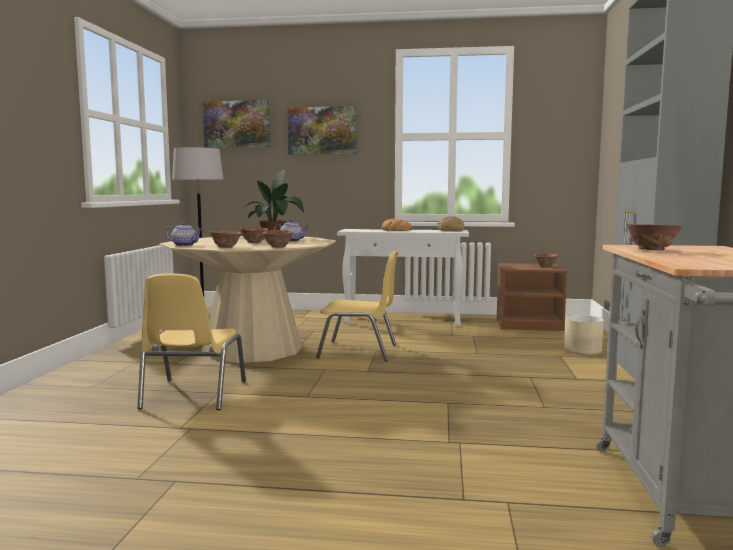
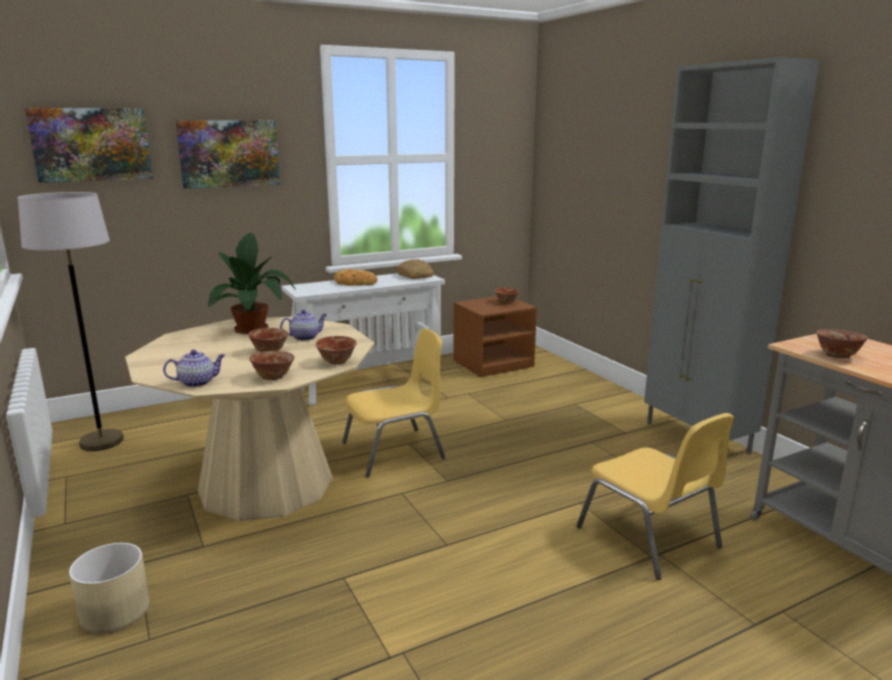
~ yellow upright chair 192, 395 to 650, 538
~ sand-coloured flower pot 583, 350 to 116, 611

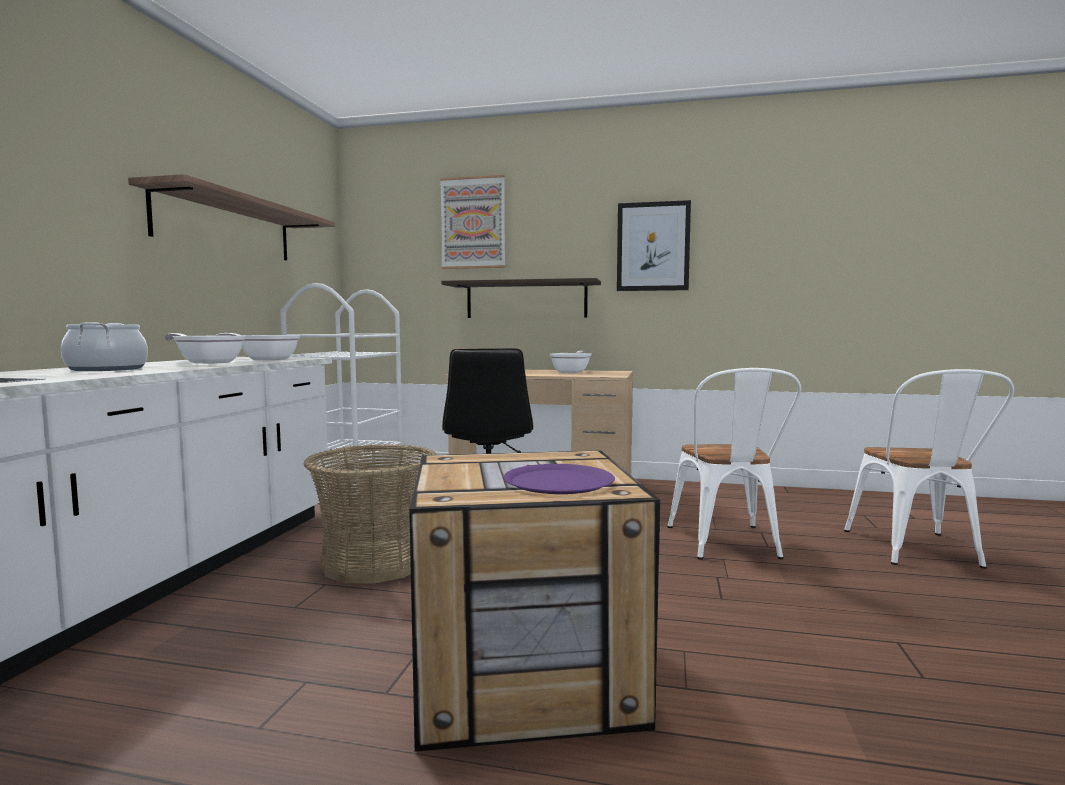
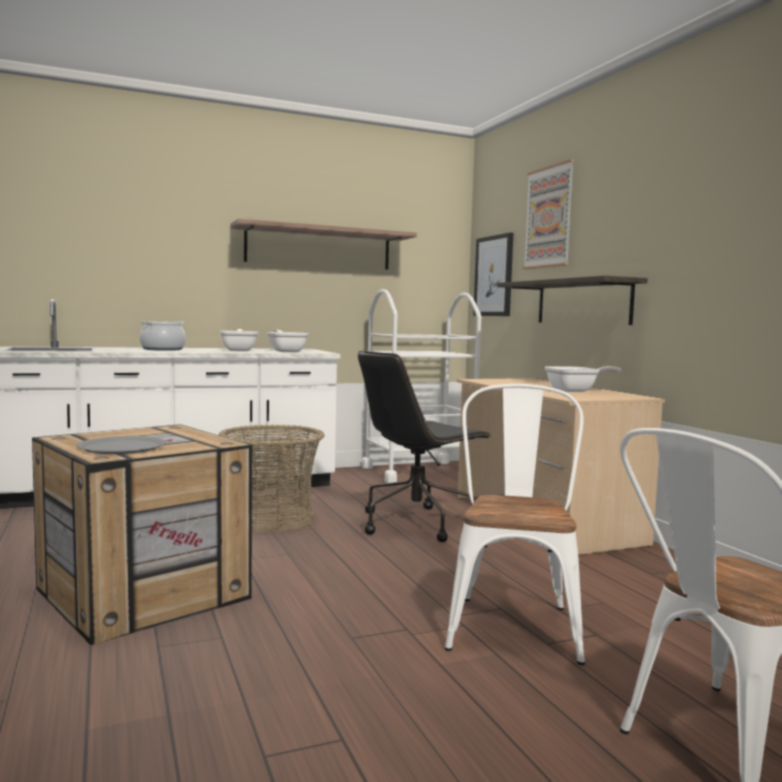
~ purple plate 558, 481 to greyish plate 122, 447
~ wall art 653, 247 to 494, 276
~ white-coloured upright chair 727, 545 = 513, 622 135 degrees clockwise

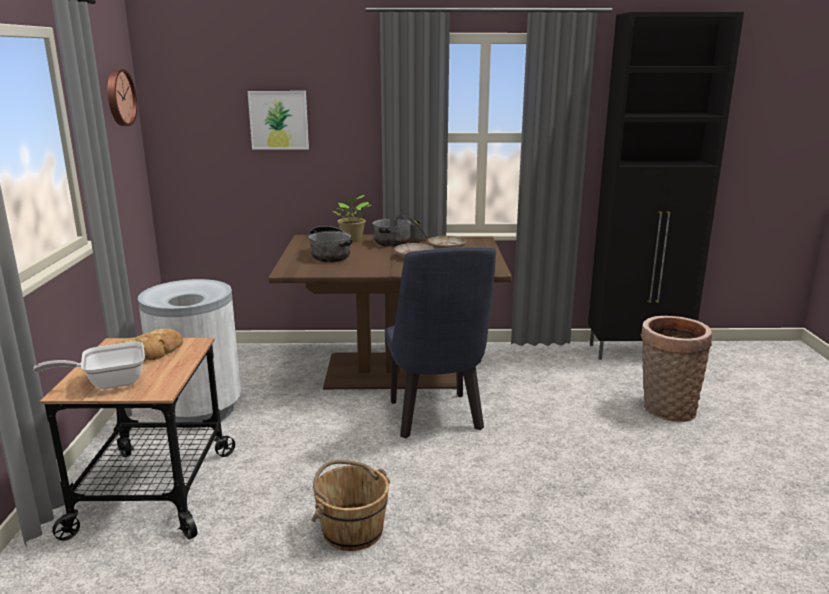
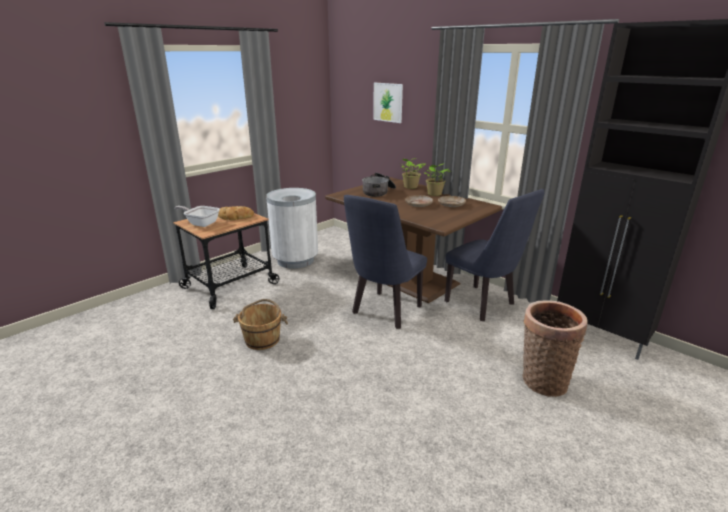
- clock on the wall 119, 97
~ saucepot 400, 241 to plant in a pot 434, 194
+ blue upright chair 484, 305

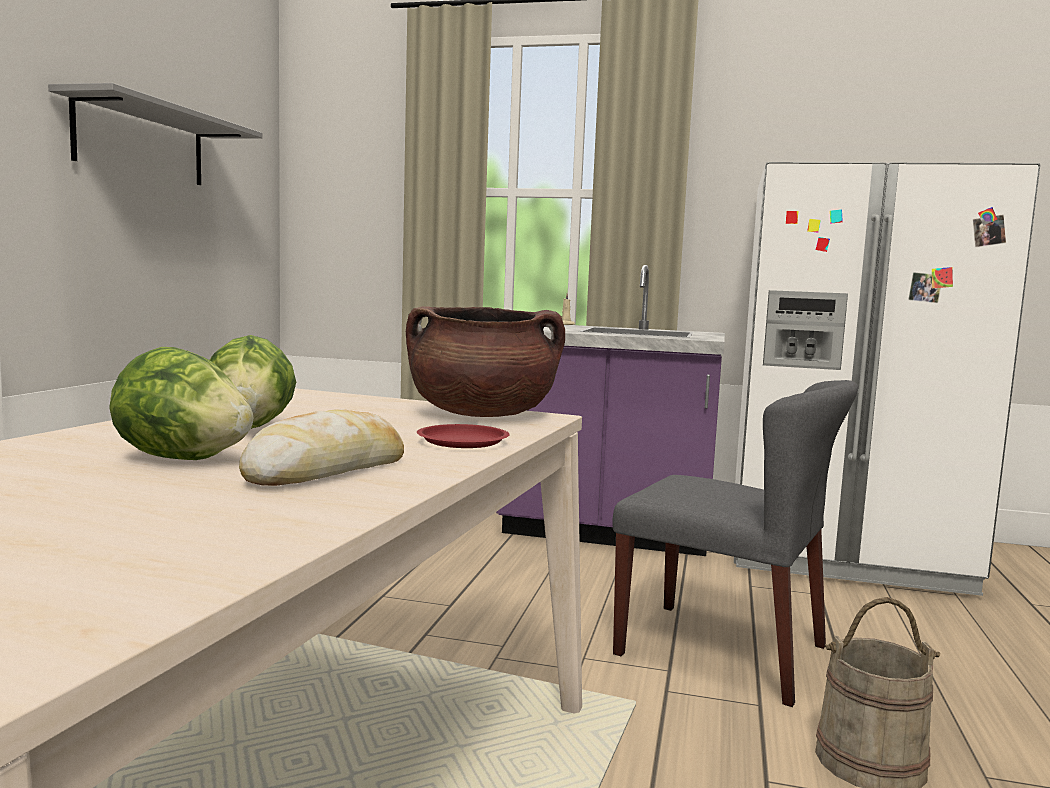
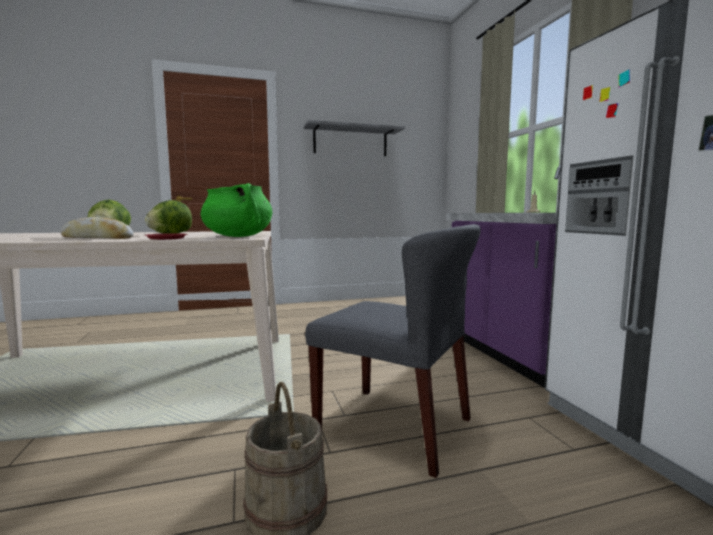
~ brownish saucepot 482, 415 to greenish saucepot 238, 236
~ greyish upright chair 723, 650 = 395, 426 60 degrees counterclockwise

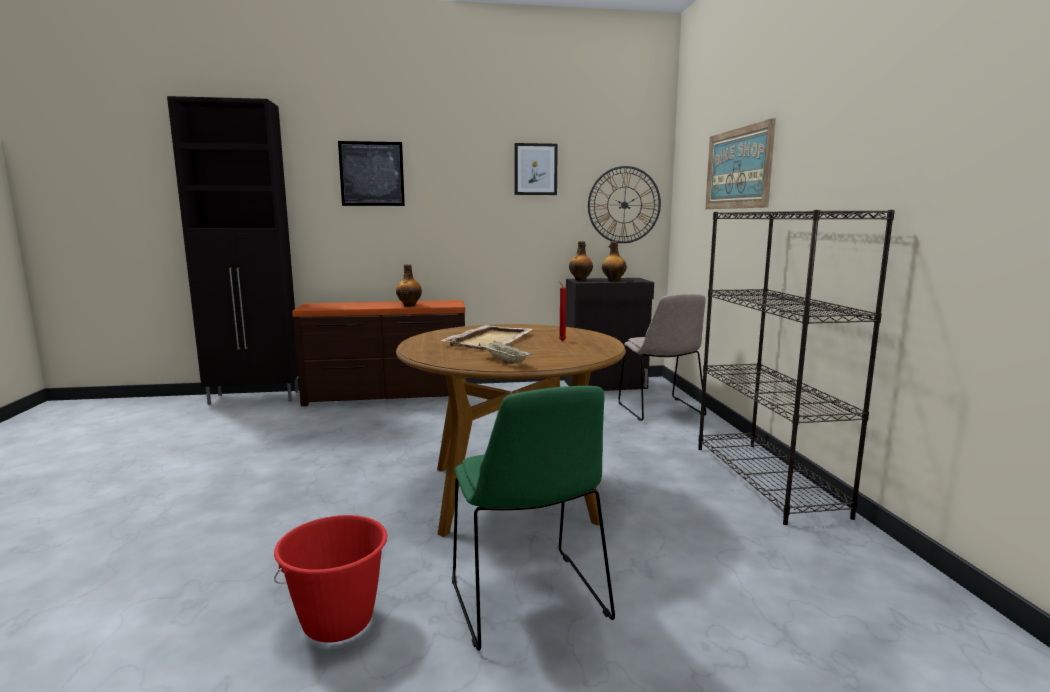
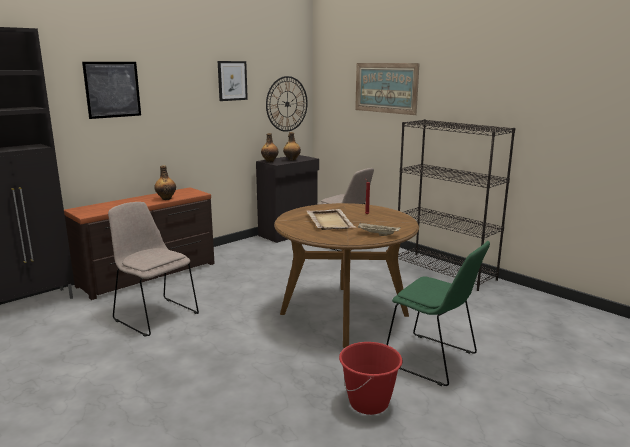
+ sand-coloured upright chair 155, 315

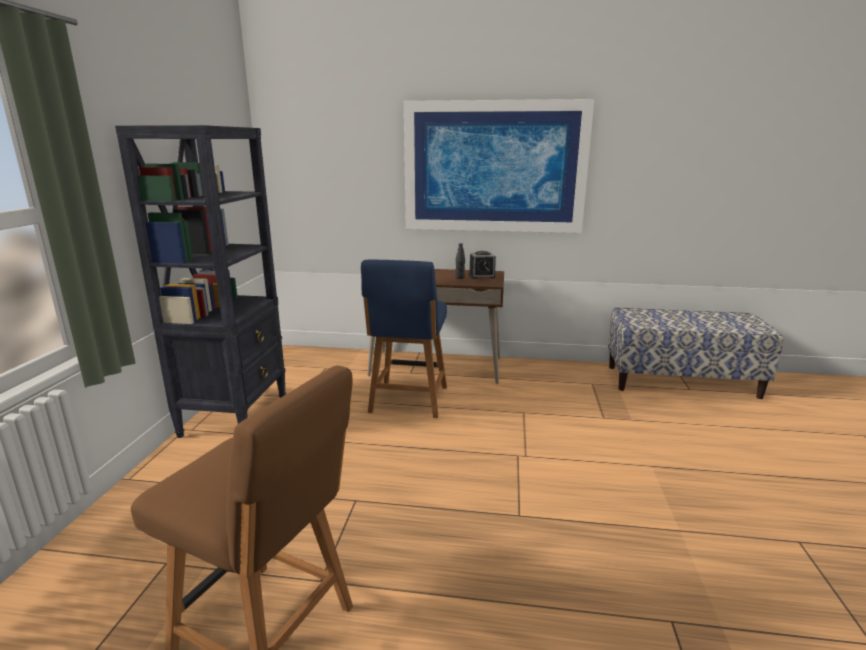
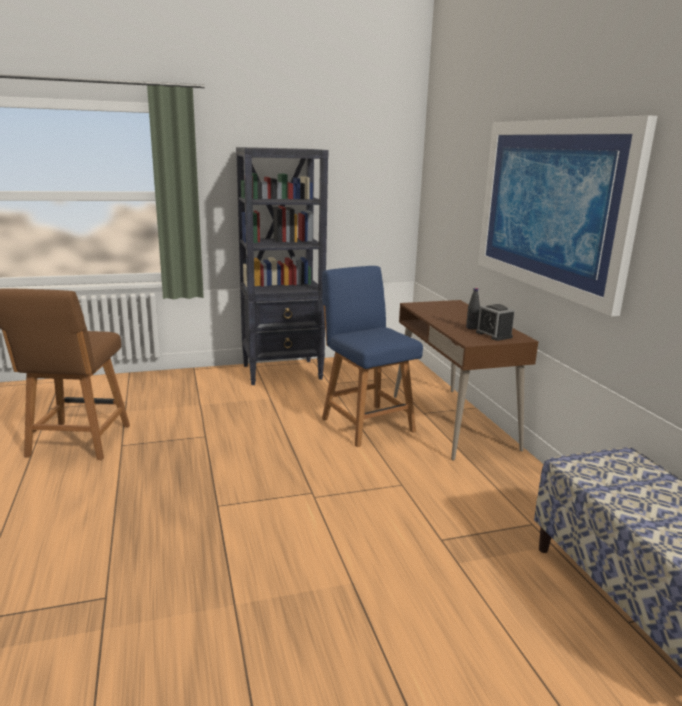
~ blue upright chair 408, 401 = 366, 423 75 degrees clockwise

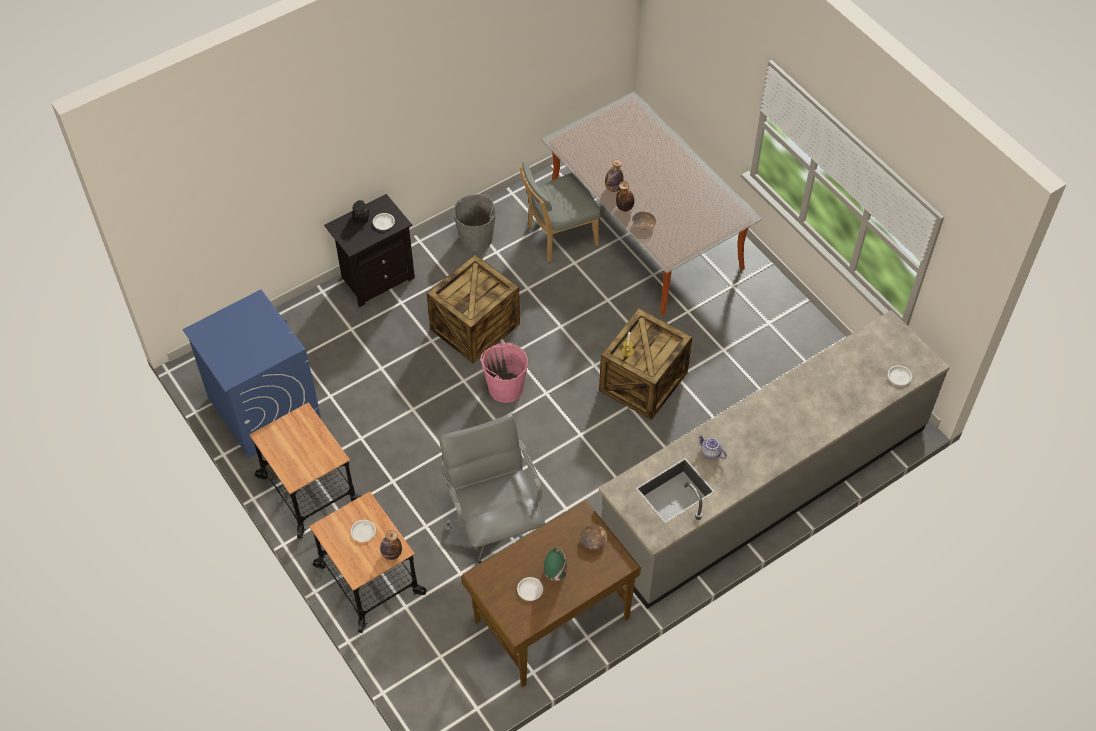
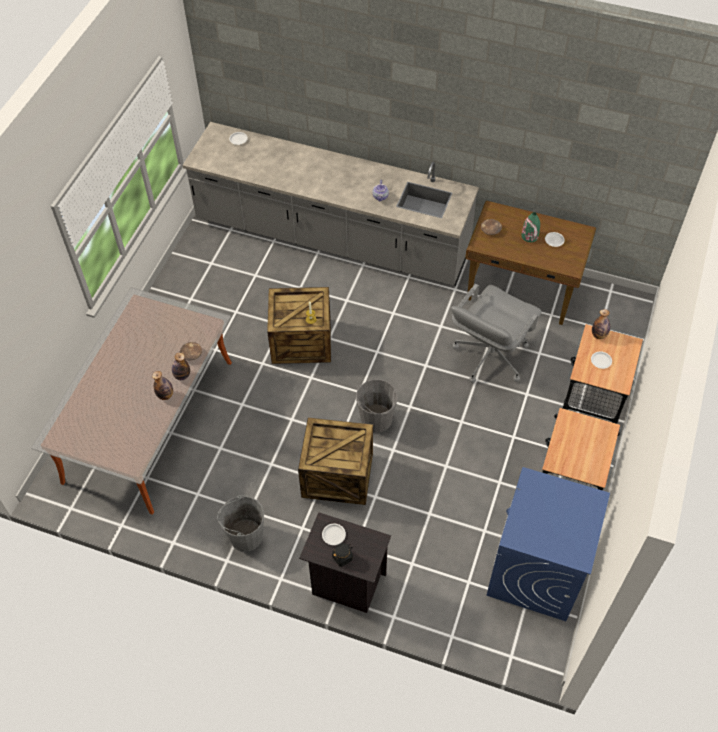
~ pink bucket 505, 388 to greyish bucket 376, 419
- greyish upright chair 559, 236

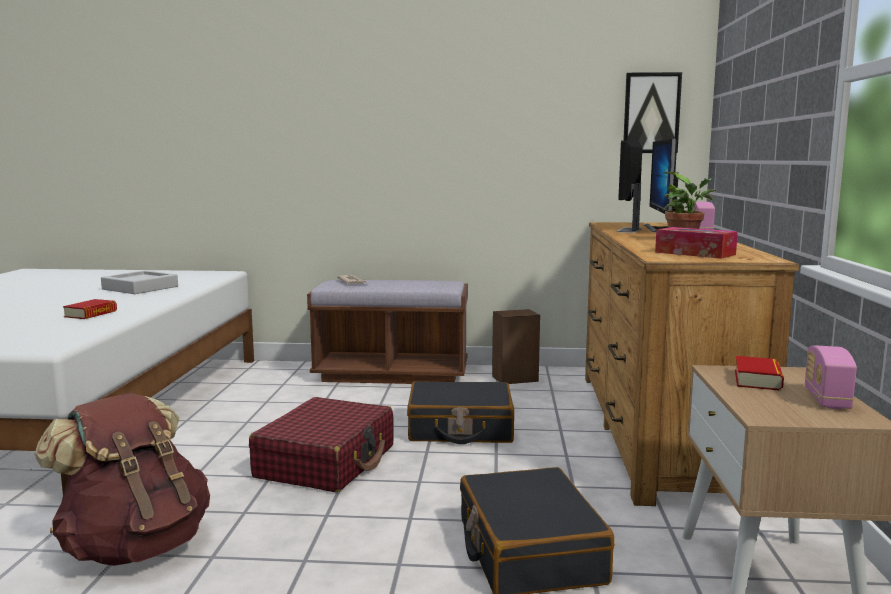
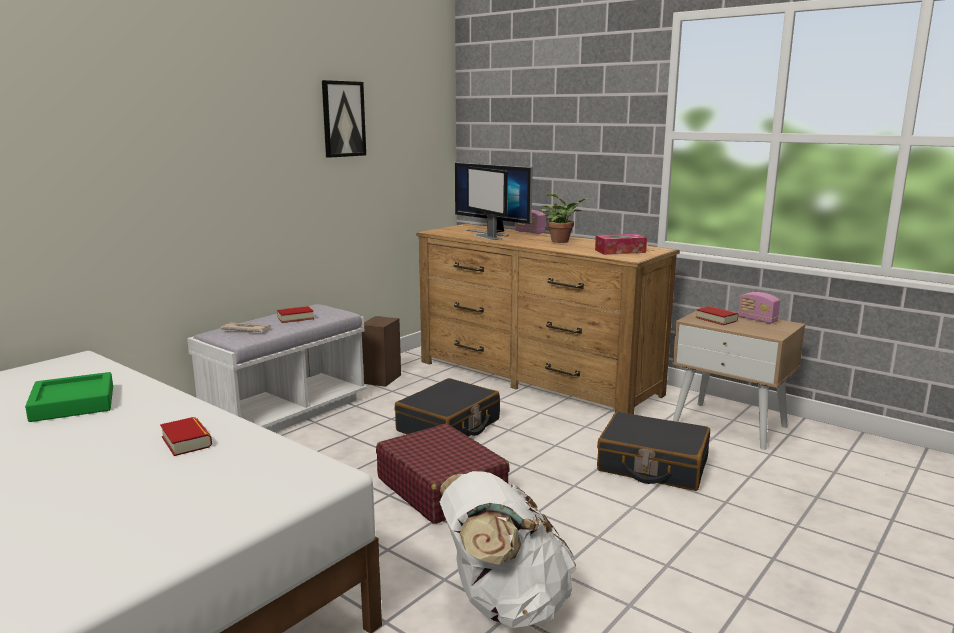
~ brownish rucksack 135, 546 to white-coloured rucksack 504, 605
~ greyish serving tray 140, 288 to greenish serving tray 73, 403
~ brownish indoor bench 392, 374 to white-coloured indoor bench 286, 412
~ wall art 651, 113 to 343, 119
+ book 295, 318

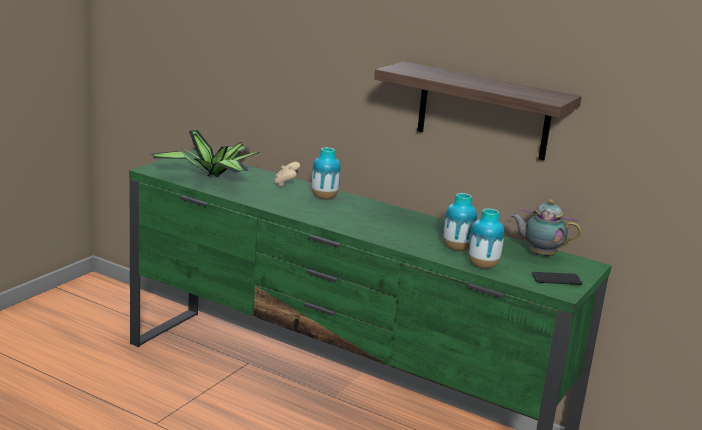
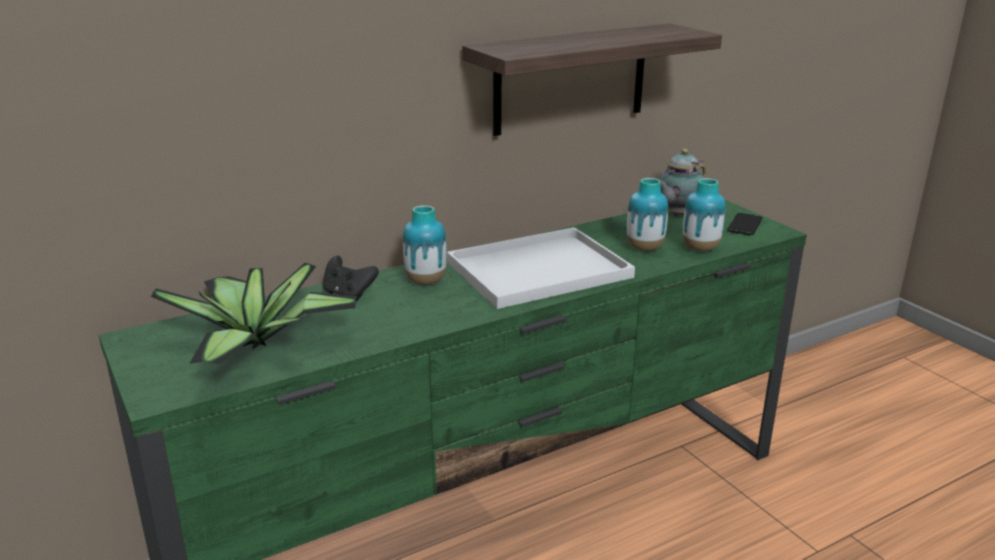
~ sand-coloured gamepad 286, 184 to black gamepad 348, 294
+ white-coloured serving tray 540, 268

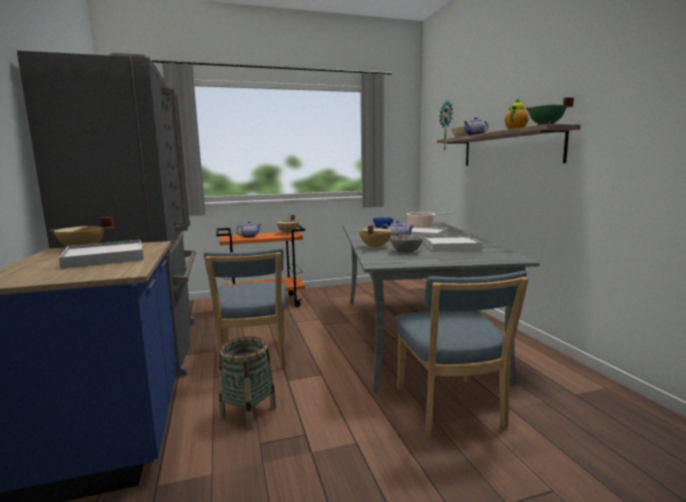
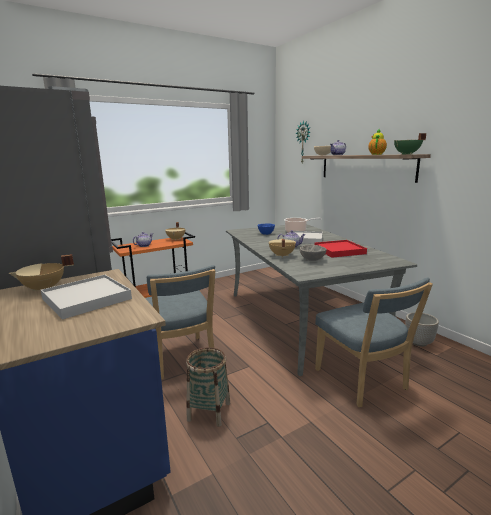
~ white-coloured serving tray 451, 246 to reddish serving tray 339, 251
+ flower pot 419, 342

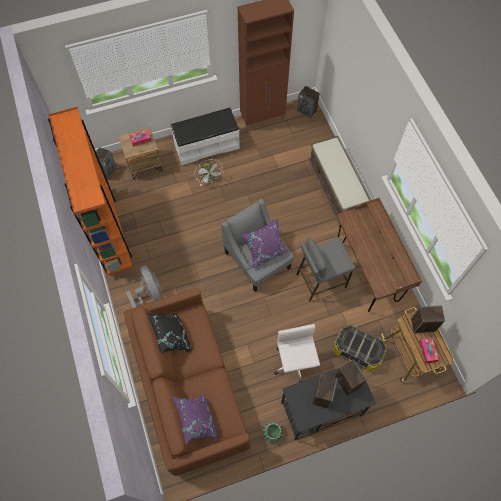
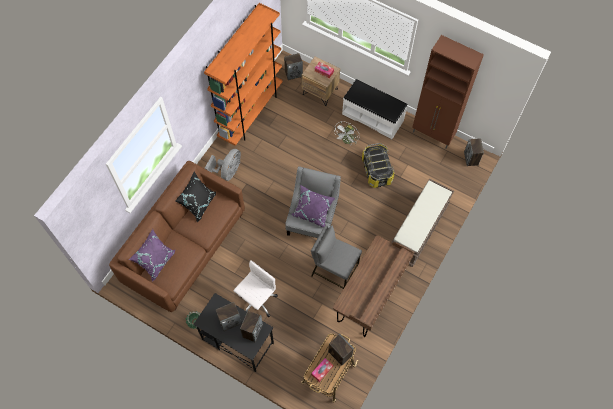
~ storage bin 357, 351 to 377, 170

